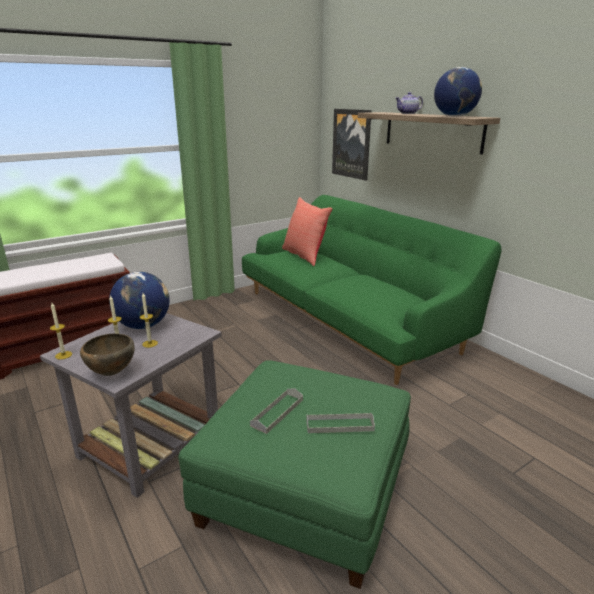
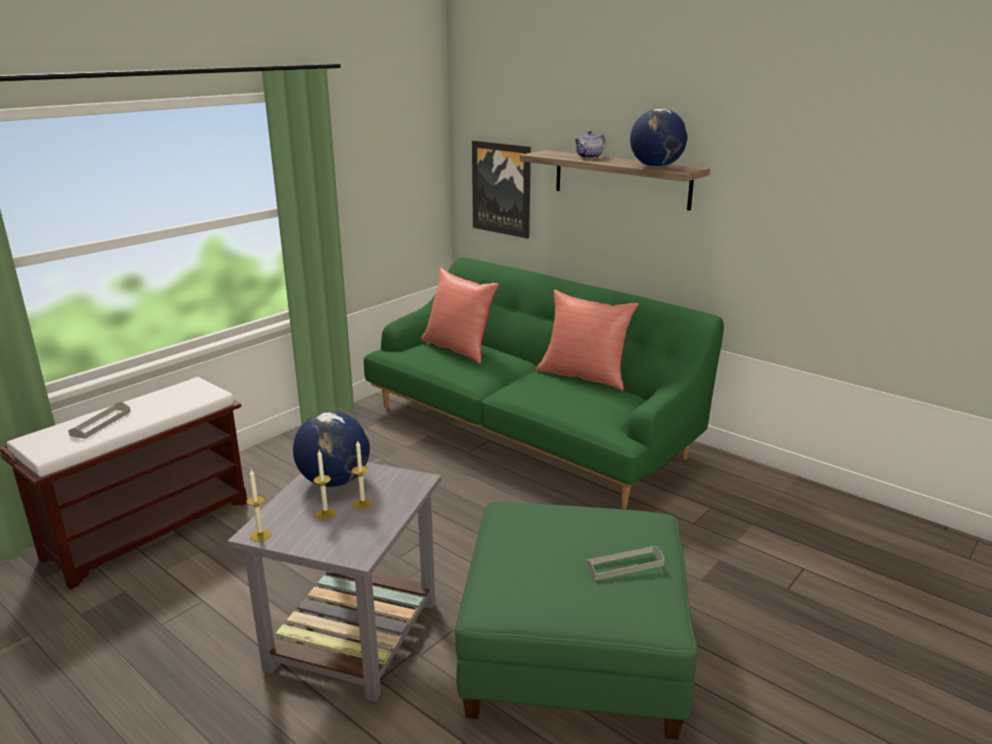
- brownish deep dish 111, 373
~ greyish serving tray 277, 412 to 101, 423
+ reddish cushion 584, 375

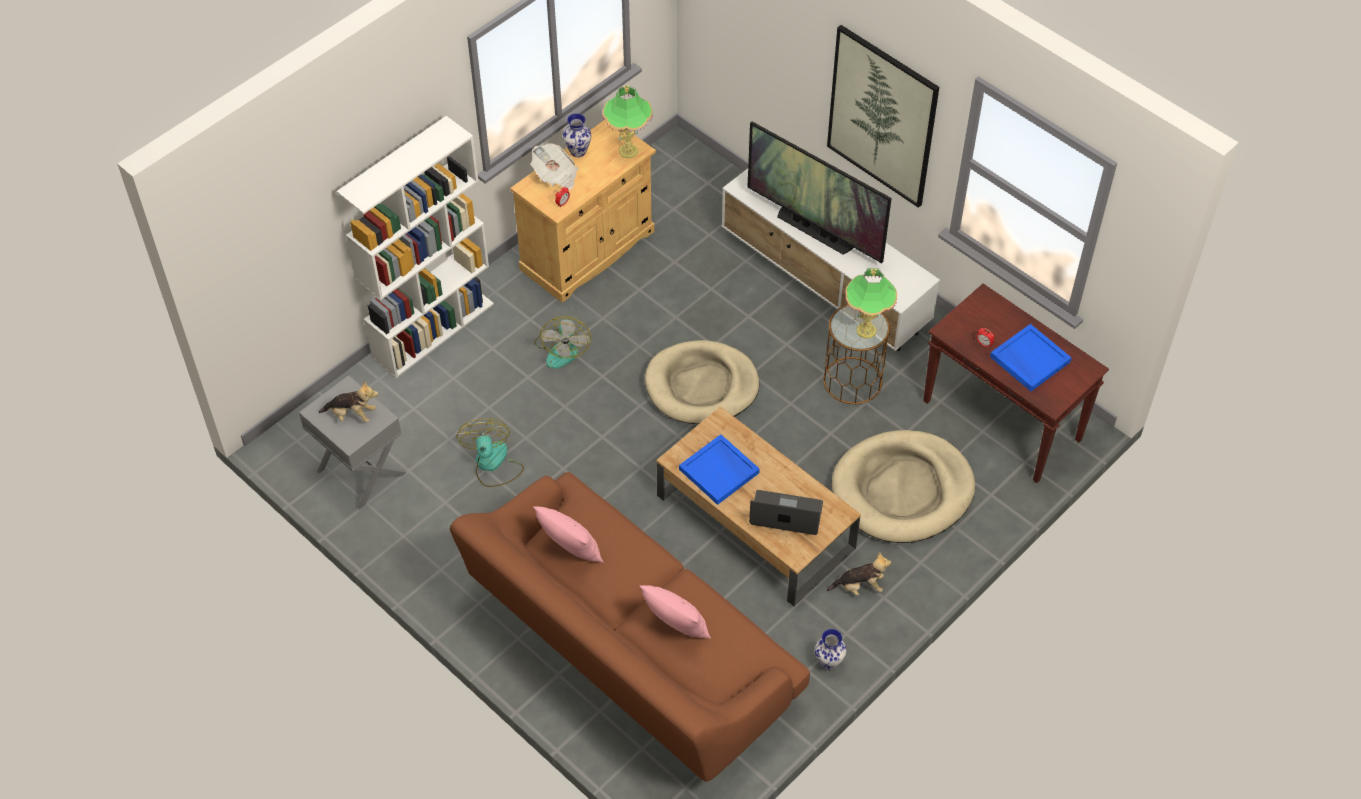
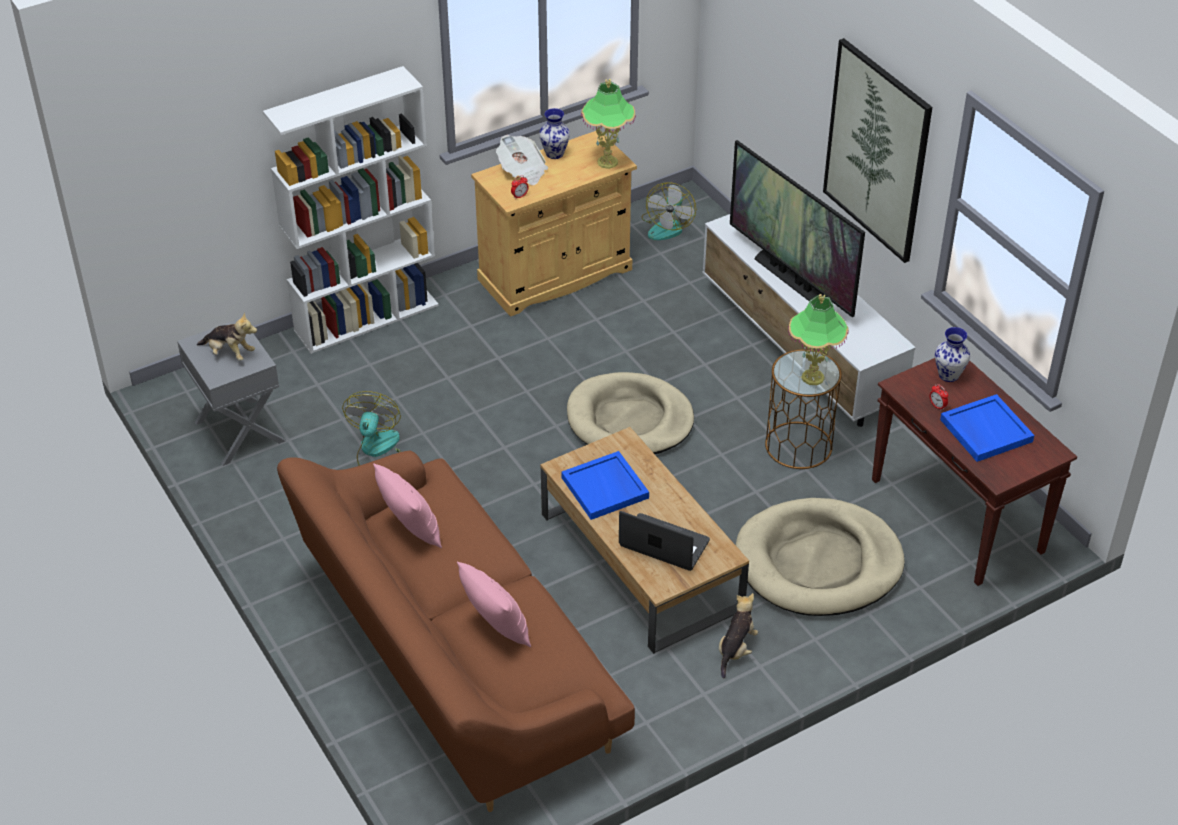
~ cooling fan 562, 349 to 667, 226
~ vase 829, 662 to 948, 375
~ plush toy 860, 586 = 736, 649 75 degrees counterclockwise

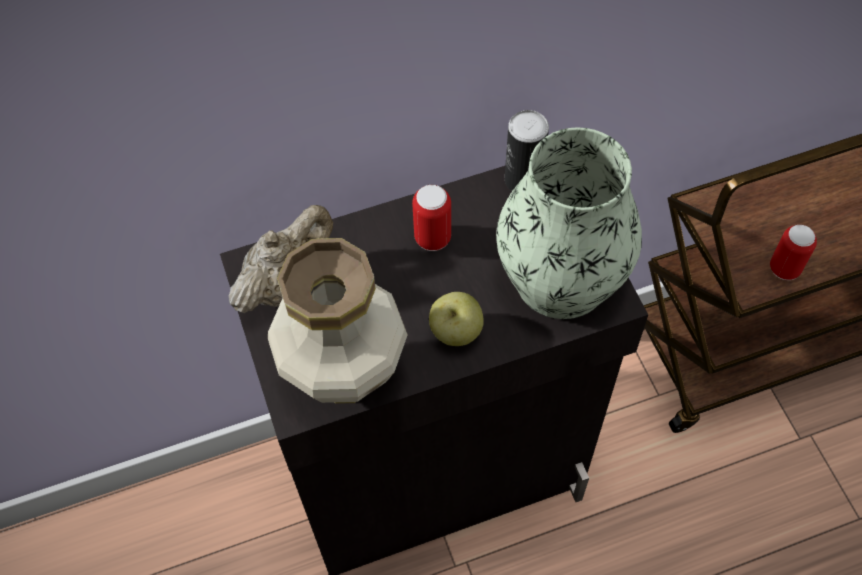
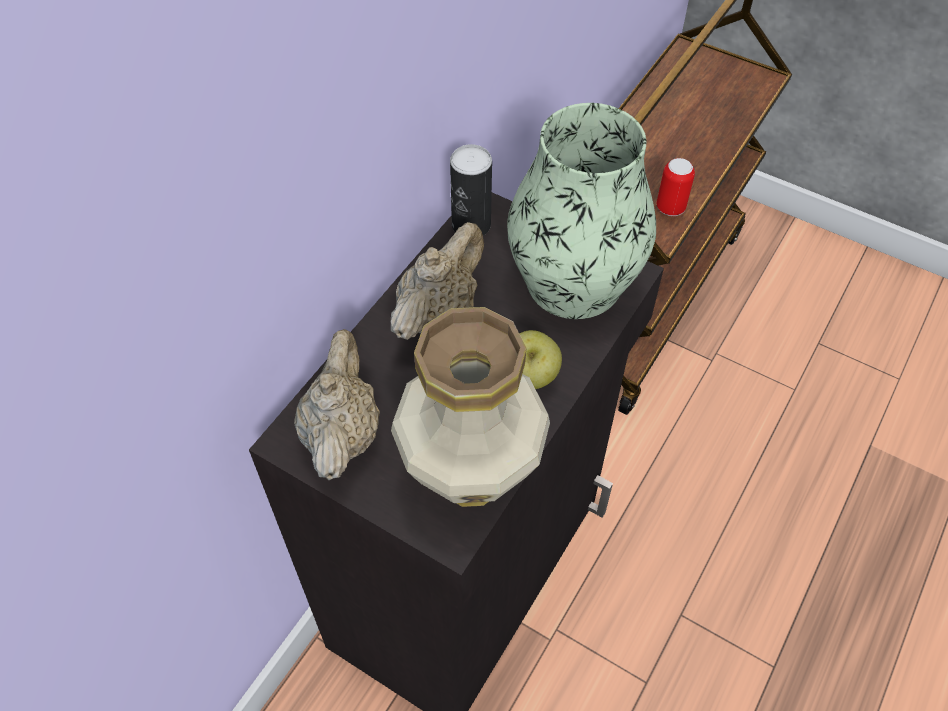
~ can 432, 238 to sand-coloured pot for tea 438, 314

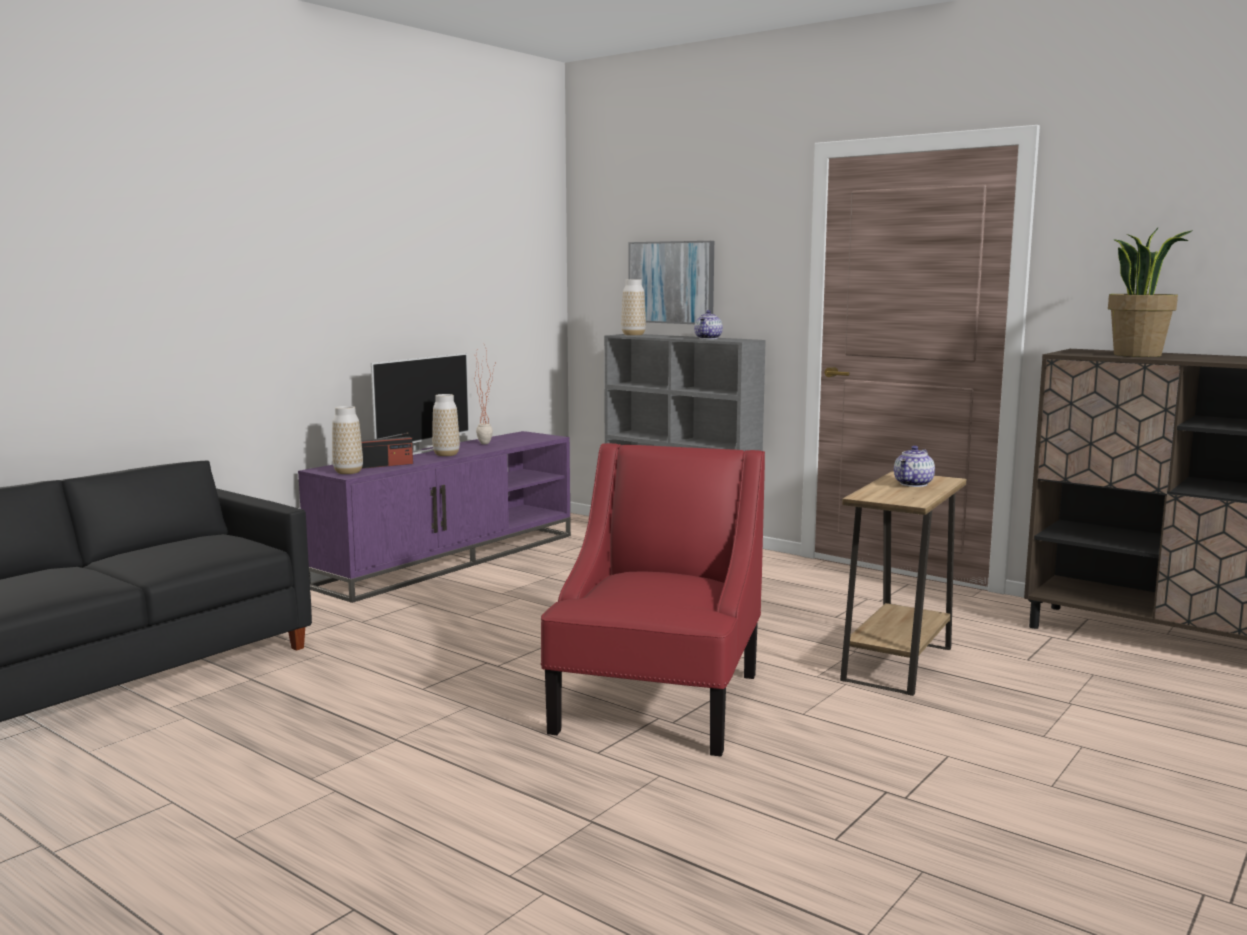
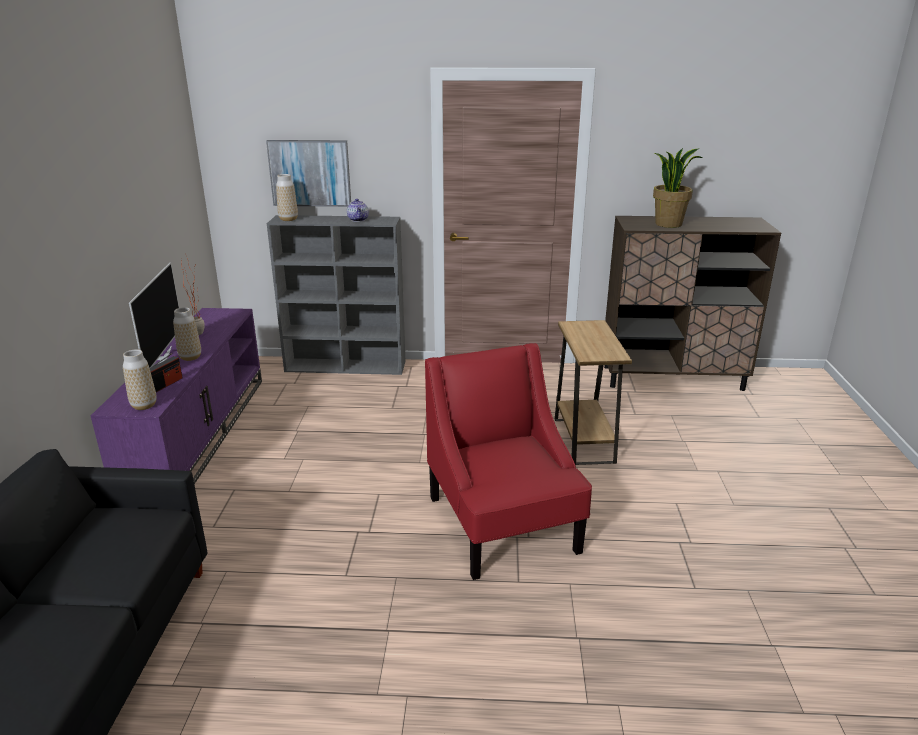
- pot for tea 914, 484

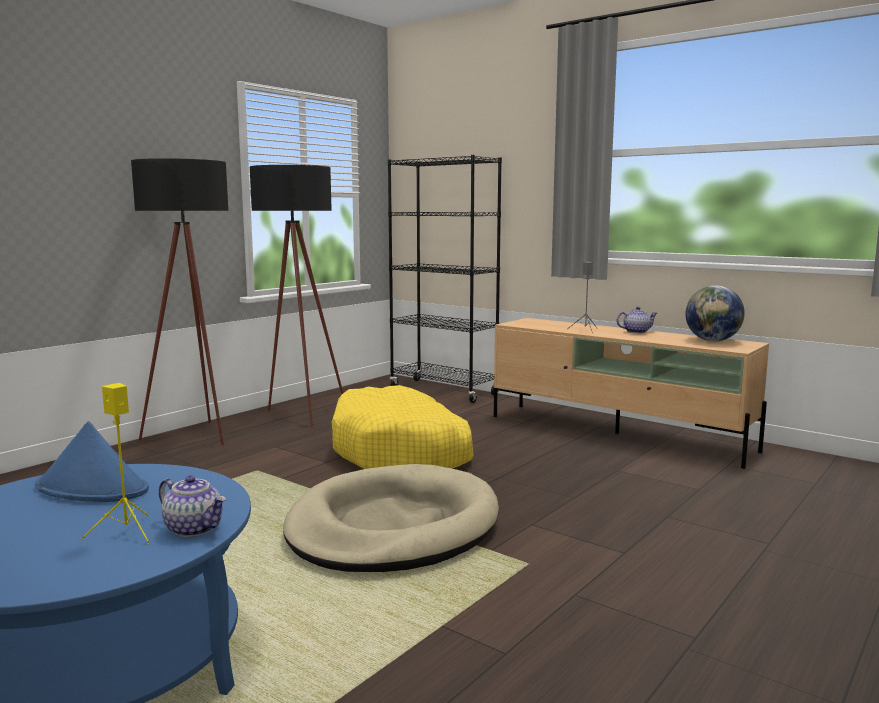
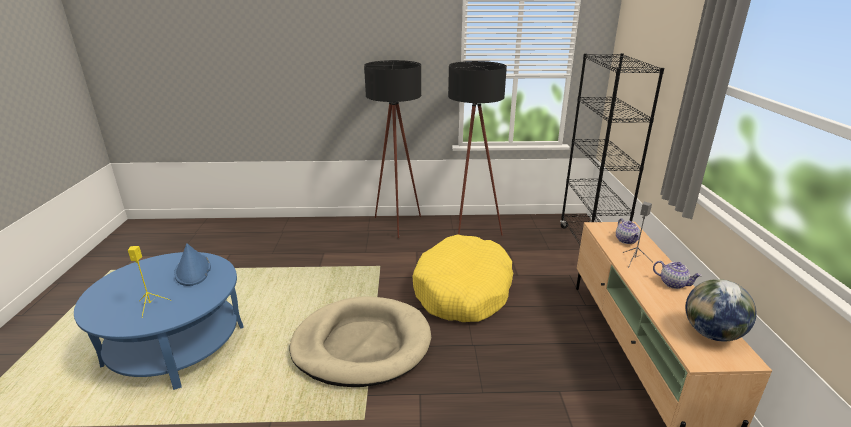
~ pot for tea 195, 528 to 626, 240

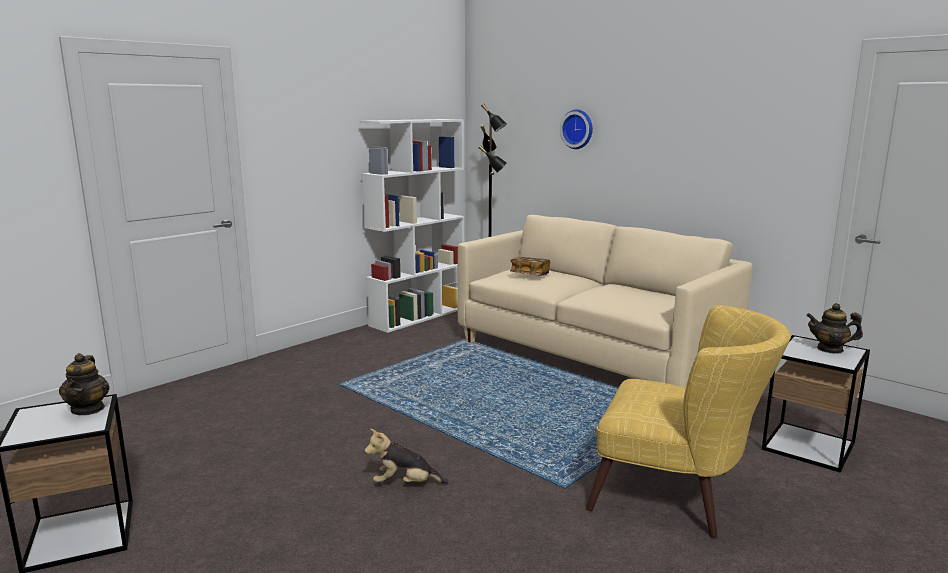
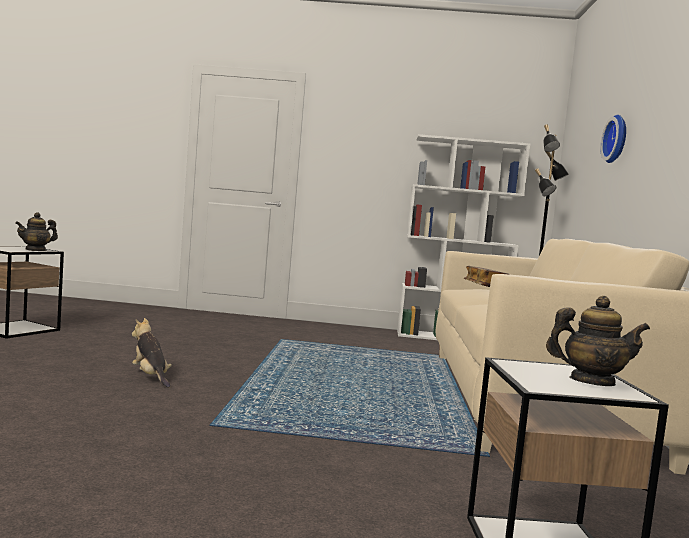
- yellow lounge chair 678, 495
~ pot for tea 830, 349 = 591, 382 120 degrees clockwise

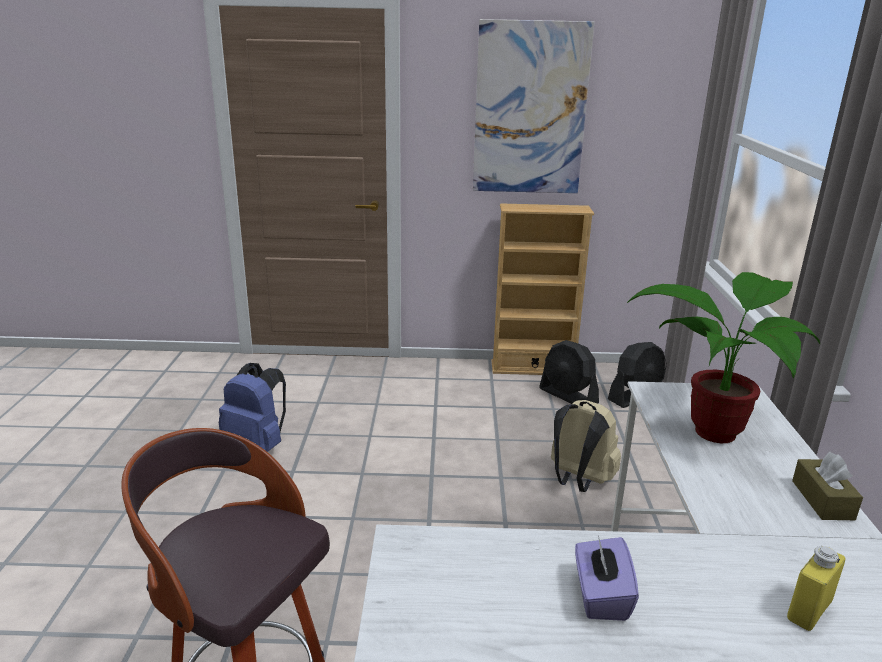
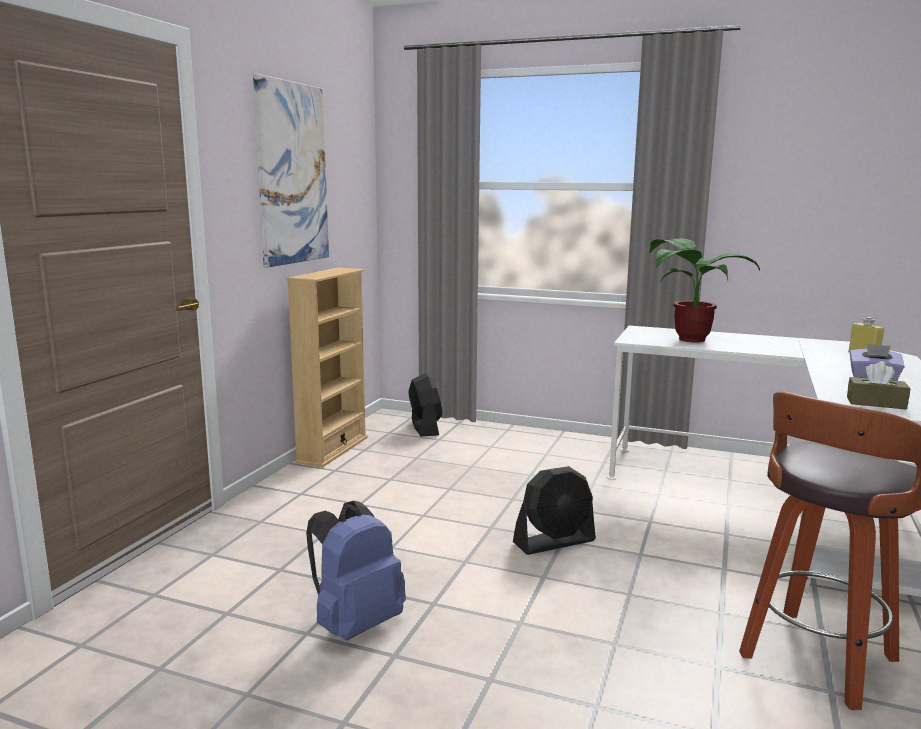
~ black cooling fan 568, 396 to 554, 542
- sand-coloured rucksack 578, 481
~ brownish tissue box 822, 500 to 876, 403

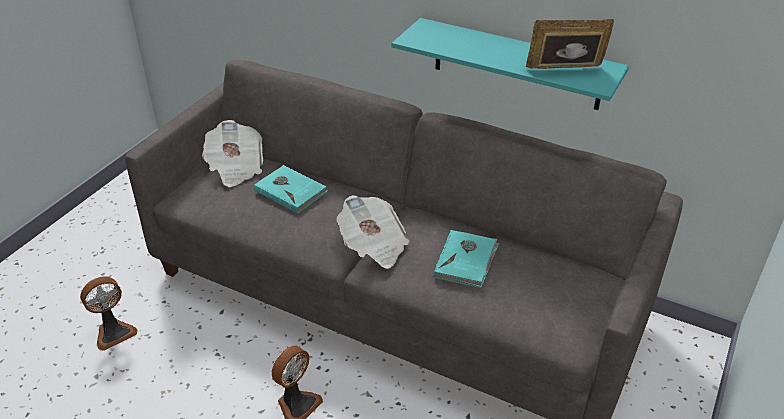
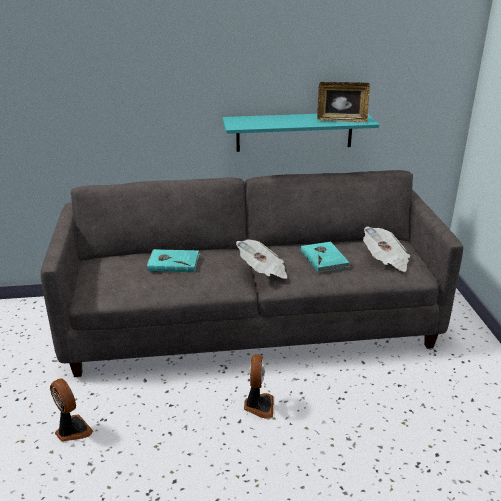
~ cooling fan 114, 332 = 72, 430 60 degrees counterclockwise
~ daily paper 235, 167 to 385, 260
~ picture frame 565, 71 = 341, 120 135 degrees counterclockwise

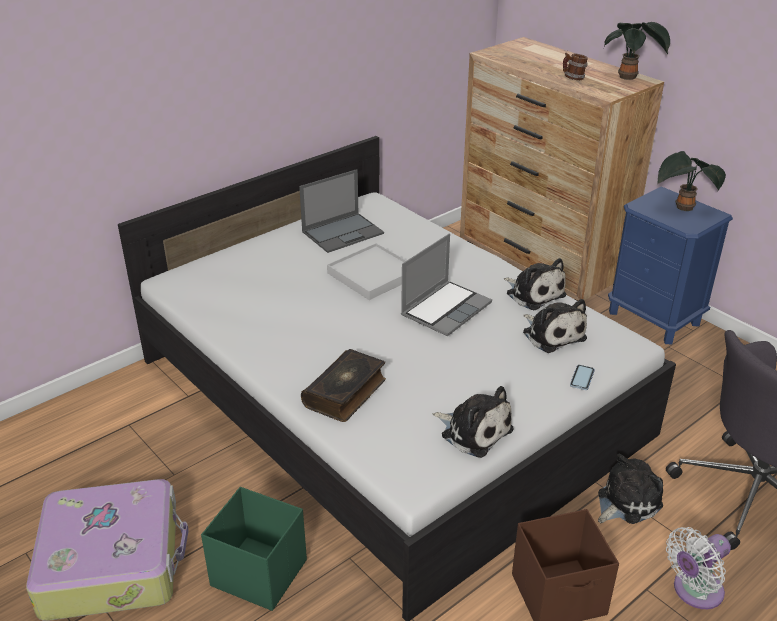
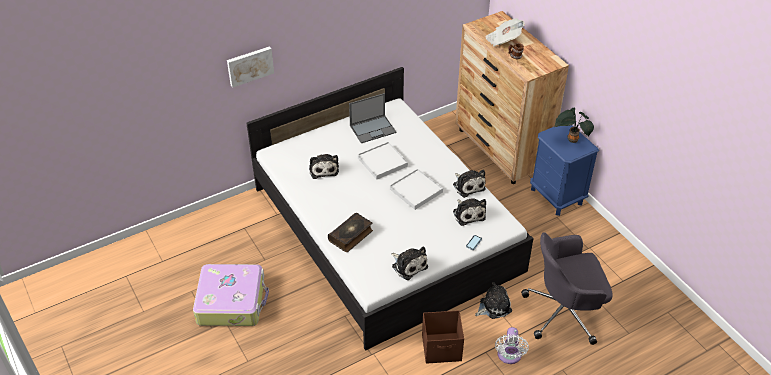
- greenish storage bin 258, 572
~ laptop 446, 309 to white-coloured serving tray 416, 190
- plant in a pot 629, 78
~ white-coloured cooling fan 694, 591 = 509, 356 60 degrees counterclockwise
+ wall art 250, 65
+ plush toy 323, 169
+ daily paper 503, 40

